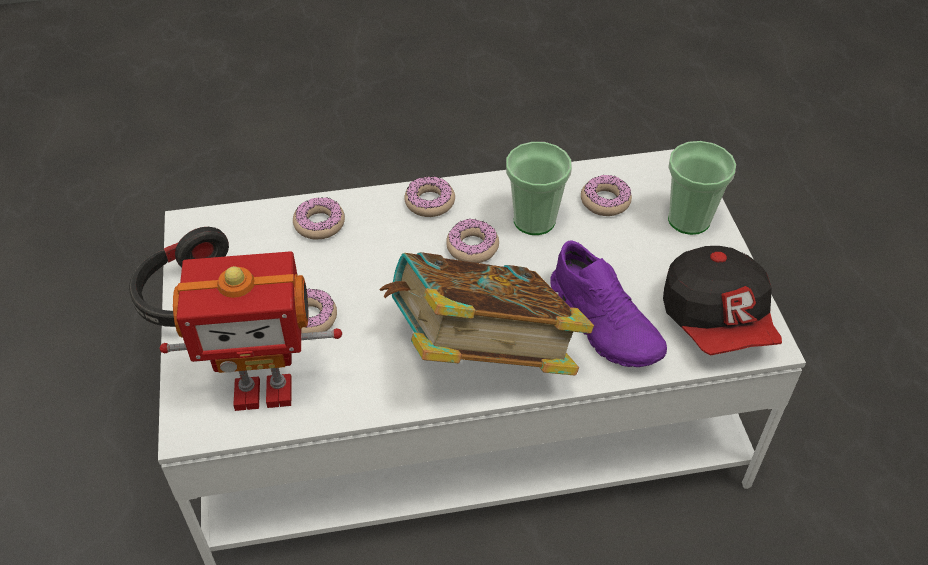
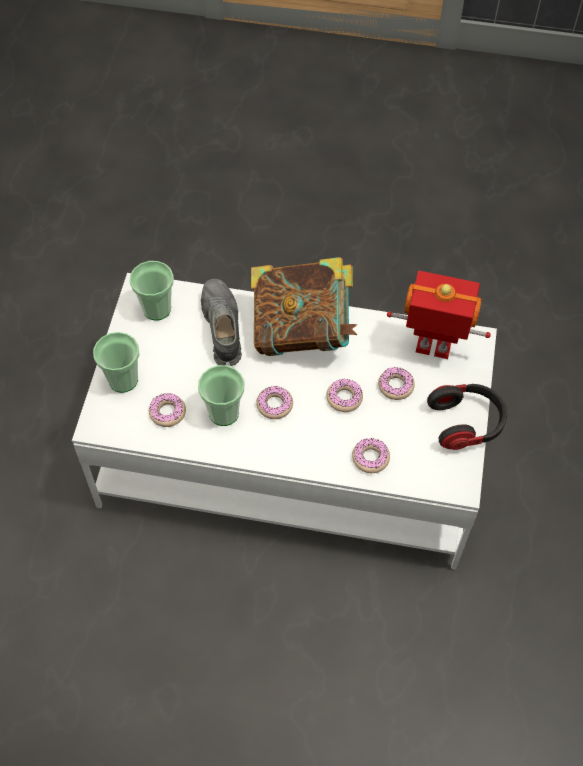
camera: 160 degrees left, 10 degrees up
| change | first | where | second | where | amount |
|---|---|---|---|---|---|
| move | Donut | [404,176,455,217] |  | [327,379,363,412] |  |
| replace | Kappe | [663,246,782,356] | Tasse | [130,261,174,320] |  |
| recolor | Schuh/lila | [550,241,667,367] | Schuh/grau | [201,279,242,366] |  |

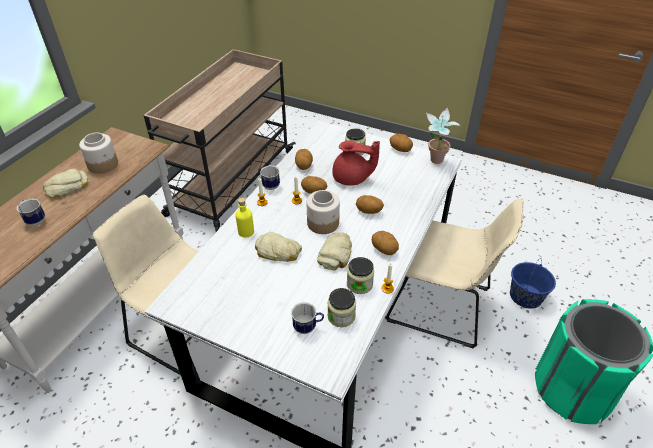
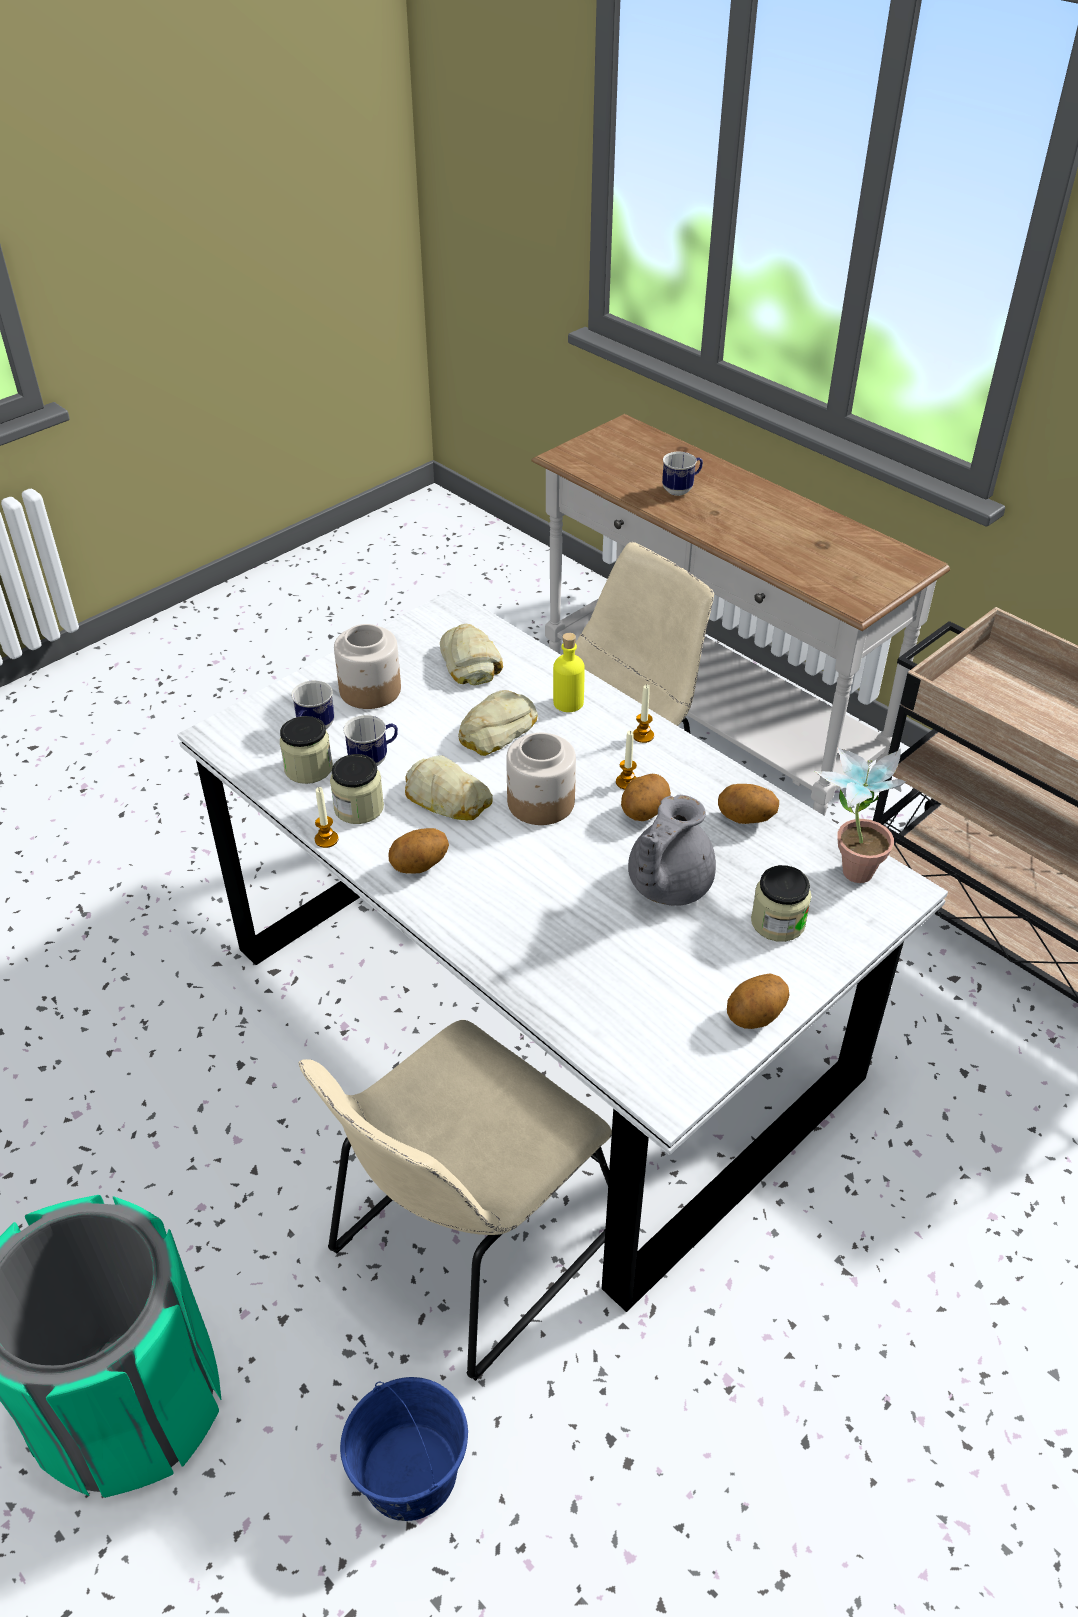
camera: 110 degrees right, 0 degrees up
| change | first | where | second | where | amount |
|---|---|---|---|---|---|
| delete | Kartoffel | [356,195,384,214] |  |  |  |
| move | Brot | [42,168,89,199] |  | [440,624,503,685] |  |
| move | Vorratsglas | [79,133,118,174] |  | [334,624,401,709] |  |
| move | Henkelbecher | [260,165,280,190] |  | [343,715,398,766] |  |
| move | Topfpflanze | [426,108,461,164] |  | [815,747,906,883] |  |
| recolor | Teekanne/rot | [332,141,380,186] | Teekanne/grau | [628,795,716,906] |  |

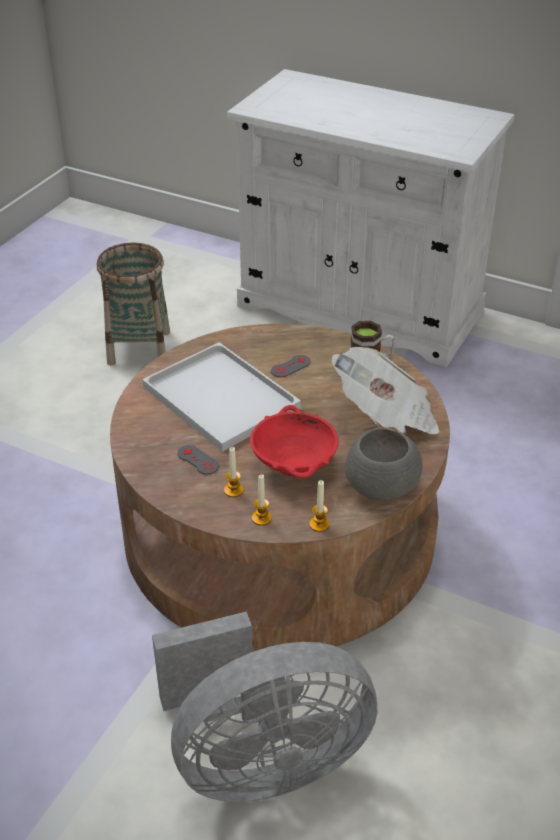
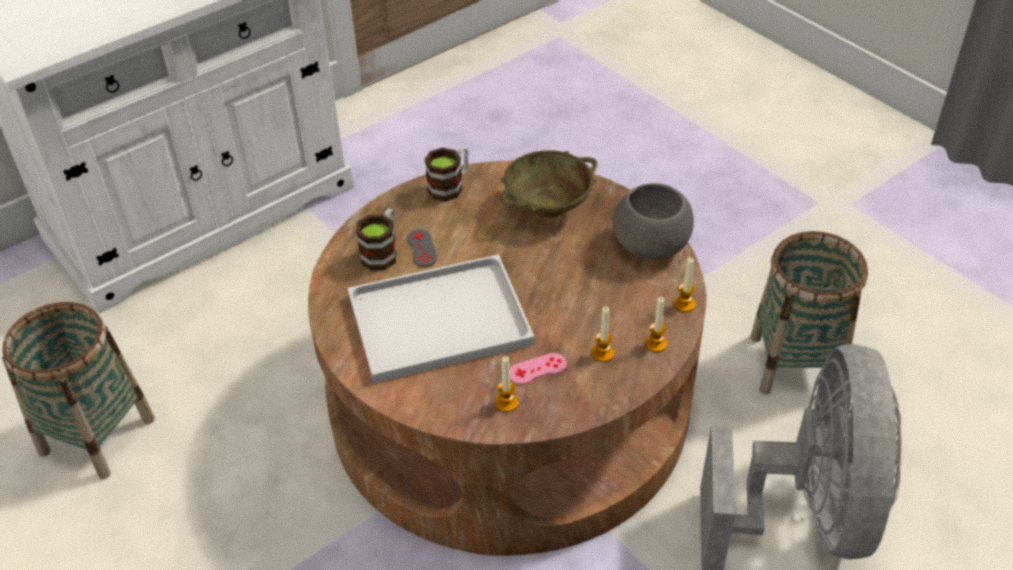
camera: 65 degrees left, 5 degrees up
| change | first | where | second | where | amount |
|---|---|---|---|---|---|
| delete | Schüssel/rot | [250,405,339,478] |  |  |  |
| insert |  |  | Henkelbecher | [356,209,397,271] |  |
| insert |  |  | Kerze | [495,356,519,412] |  |
| insert |  |  | Korb | [750,231,868,395] |  |
| replace | Zeitung | [332,347,440,434] | Schüssel/beige | [500,151,597,218] |  |
| recolor | Gamepad/grau | [177,445,219,475] | Gamepad/rosa | [510,353,567,384] |  |

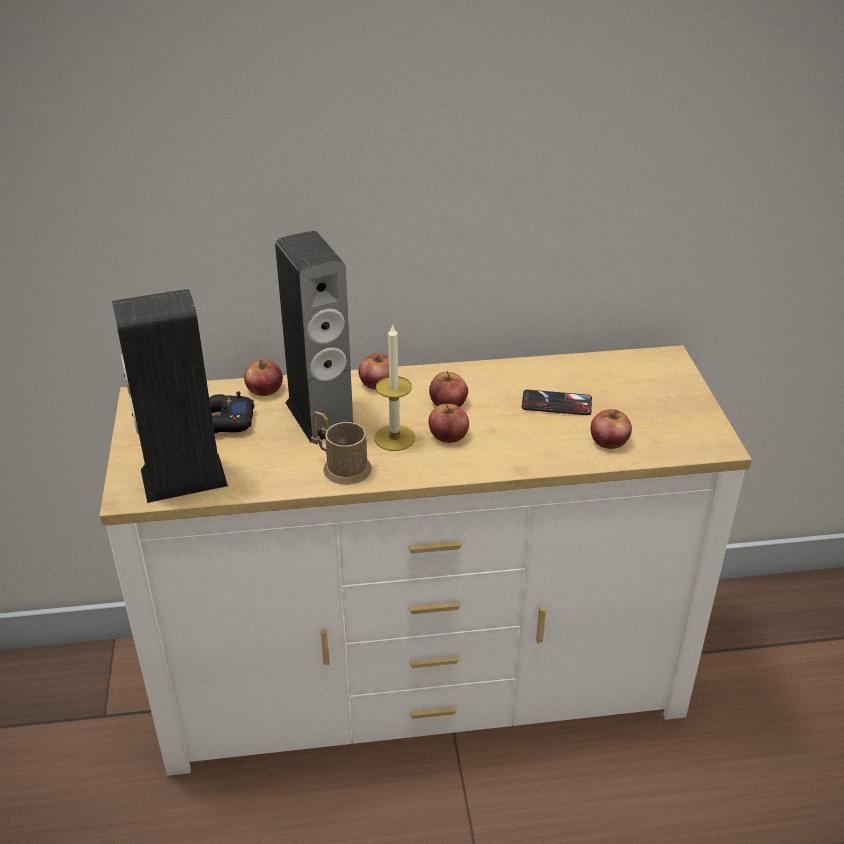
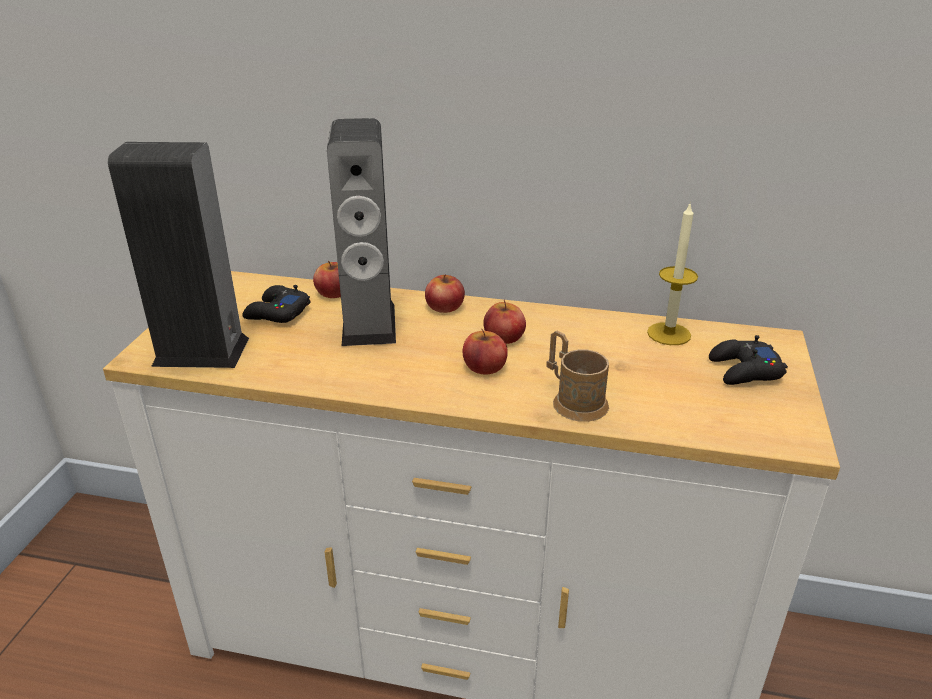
camera: 20 degrees right, 5 degrees down
| change | first | where | second | where | amount |
|---|---|---|---|---|---|
| delete | Handy | [522,390,592,415] |  |  |  |
| delete | Apfel | [591,409,632,449] |  |  |  |
| insert |  |  | Gamepad/schwarz | [709,335,788,385] |  |
| move | Henkelbecher/braun | [311,411,372,485] |  | [546,331,609,422] |  |
| move | Kerze | [374,324,415,451] |  | [647,202,698,345] |  |

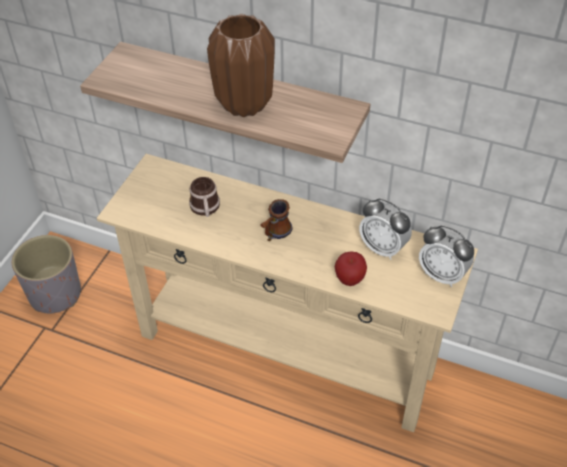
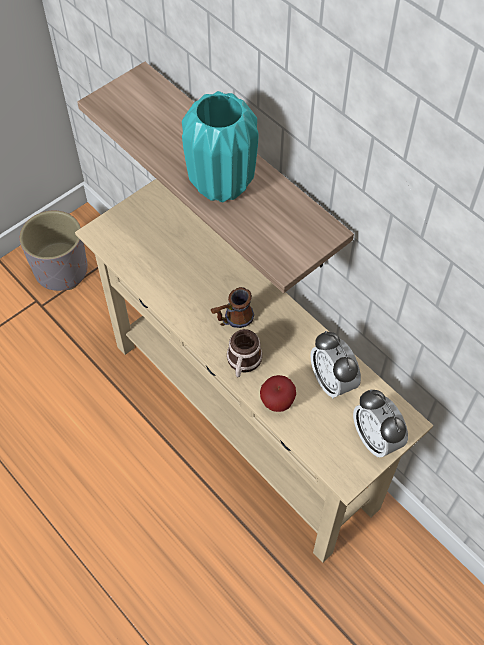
camera: 25 degrees right, 10 degrees up
| change | first | where | second | where | amount |
|---|---|---|---|---|---|
| move | Henkelbecher | [189,177,220,217] |  | [227,329,263,377] |  |
| recolor | Vase/braun | [207,14,275,117] | Vase/türkis | [182,91,259,203] |  |

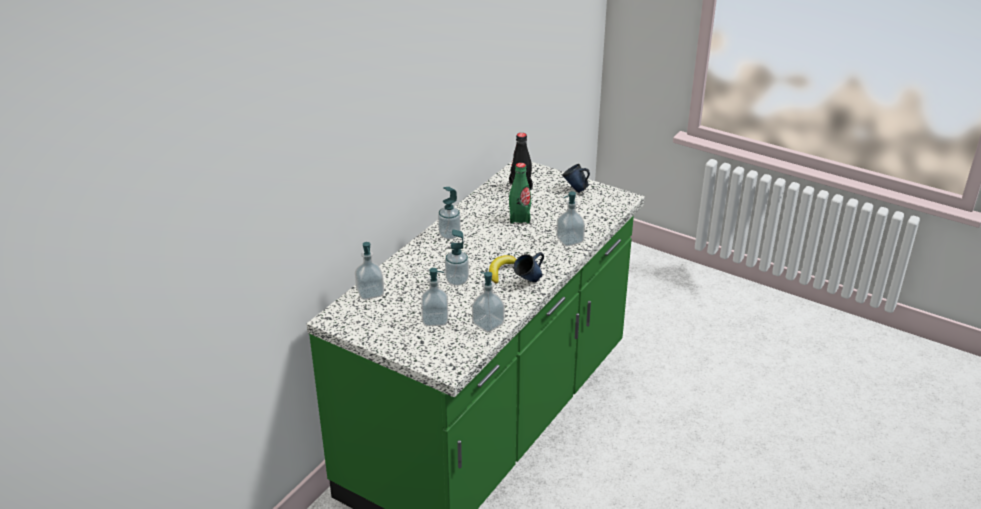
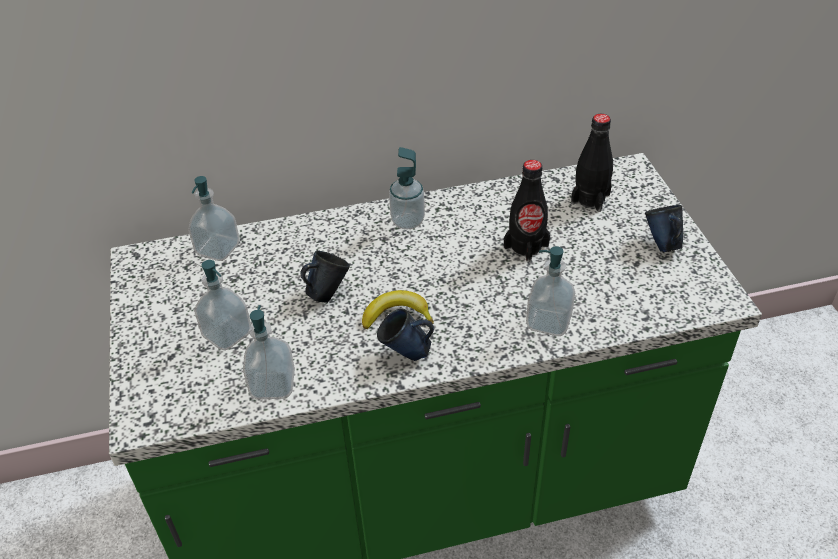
camera: 45 degrees right, 10 degrees up
| change | first | where | second | where | amount |
|---|---|---|---|---|---|
| replace | Seifenspender | [445,229,469,286] | Henkelbecher/blau | [300,251,350,303] |  |
| recolor | Flasche/grün | [509,163,531,224] | Flasche/schwarz | [504,160,550,262] |  |

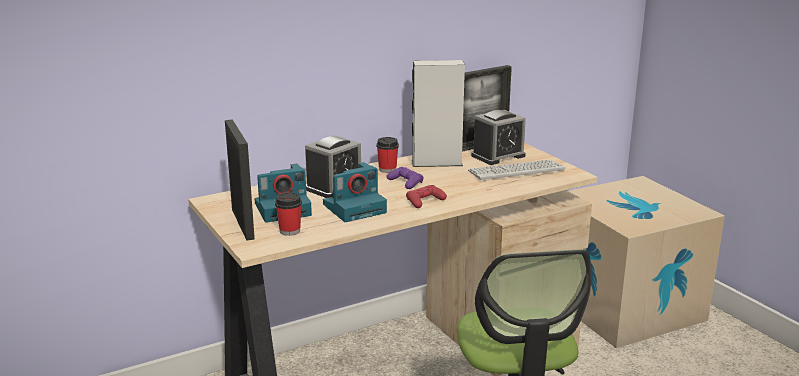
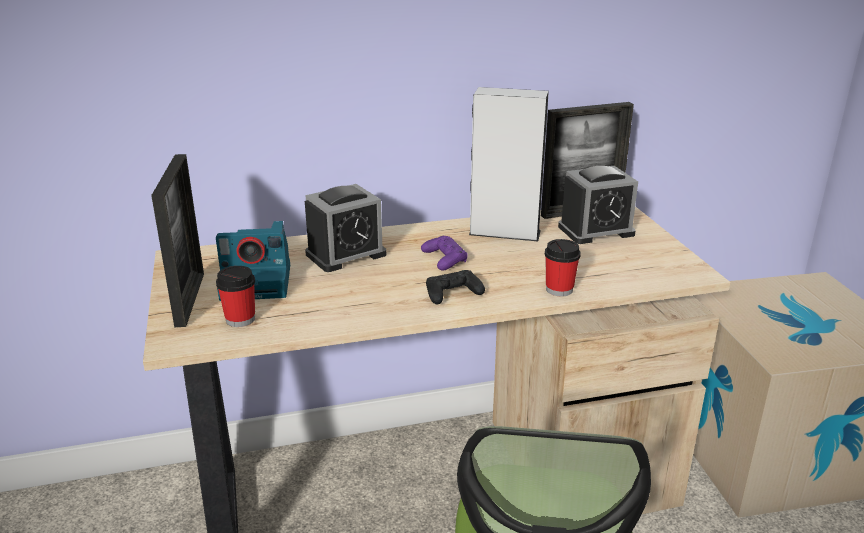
camera: 15 degrees right, 5 degrees up
| change | first | where | second | where | amount |
|---|---|---|---|---|---|
| delete | Kamera | [323,162,387,222] |  |  |  |
| delete | Tastatur | [468,159,565,181] |  |  |  |
| move | Tasse | [376,137,399,173] |  | [545,239,581,296] |  |
| recolor | Gamepad/rot | [406,185,447,208] | Gamepad/schwarz | [426,270,485,304] |  |

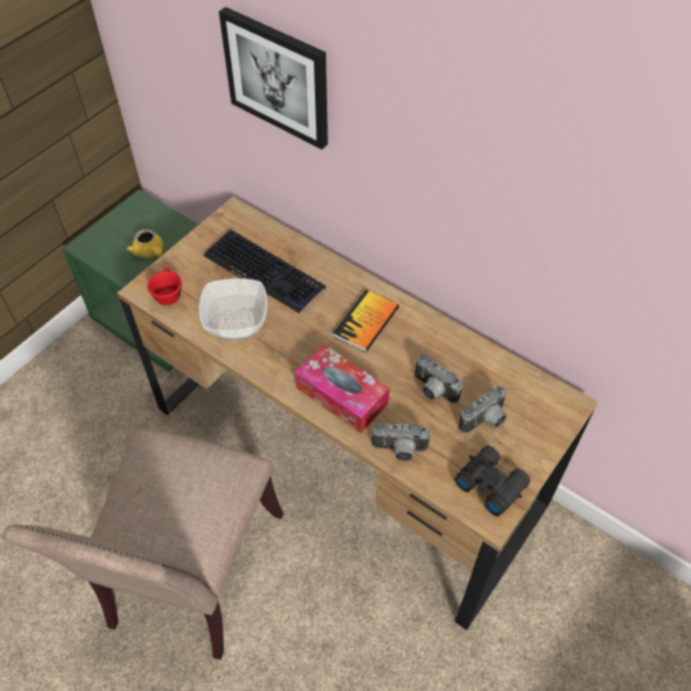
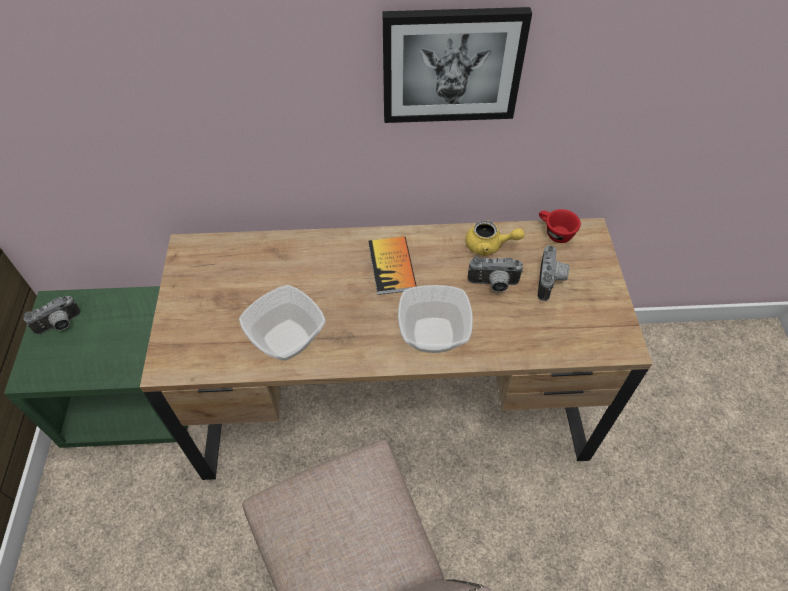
camera: 40 degrees left, 0 degrees up
| change | first | where | second | where | amount |
|---|---|---|---|---|---|
| delete | Tastatur | [203,229,326,313] |  |  |  |
| delete | Fernglas/schwarz | [455,446,531,516] |  |  |  |
| move | Teekanne/gelb | [127,229,163,258] |  | [465,220,524,256] |  |
| move | Tasse/rot | [147,267,182,305] |  | [539,209,581,243] |  |
| move | Bild | [219,7,328,149] |  | [382,7,532,123] |  |
| move | Kamera | [371,422,431,461] |  | [24,296,81,335] |  |
| replace | Taschentuchbox | [295,344,390,433] | Schüssel | [398,285,473,353] |  |

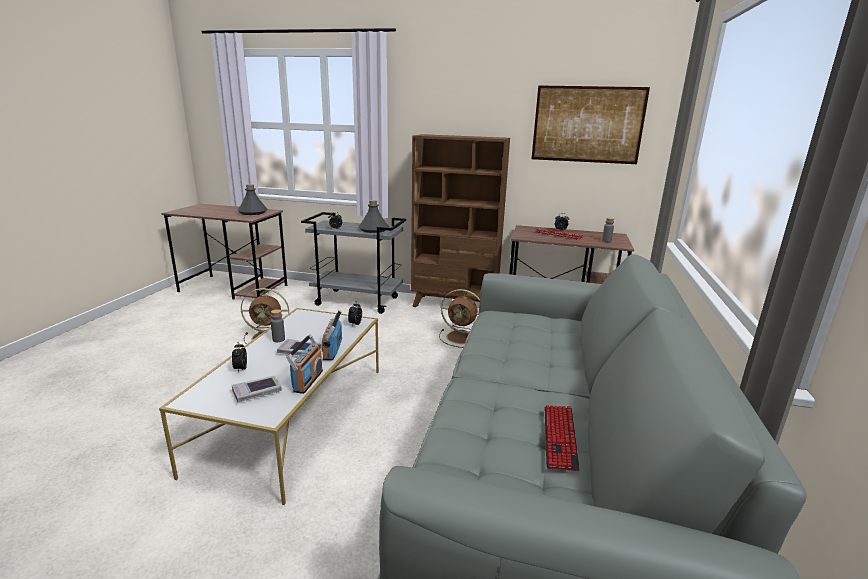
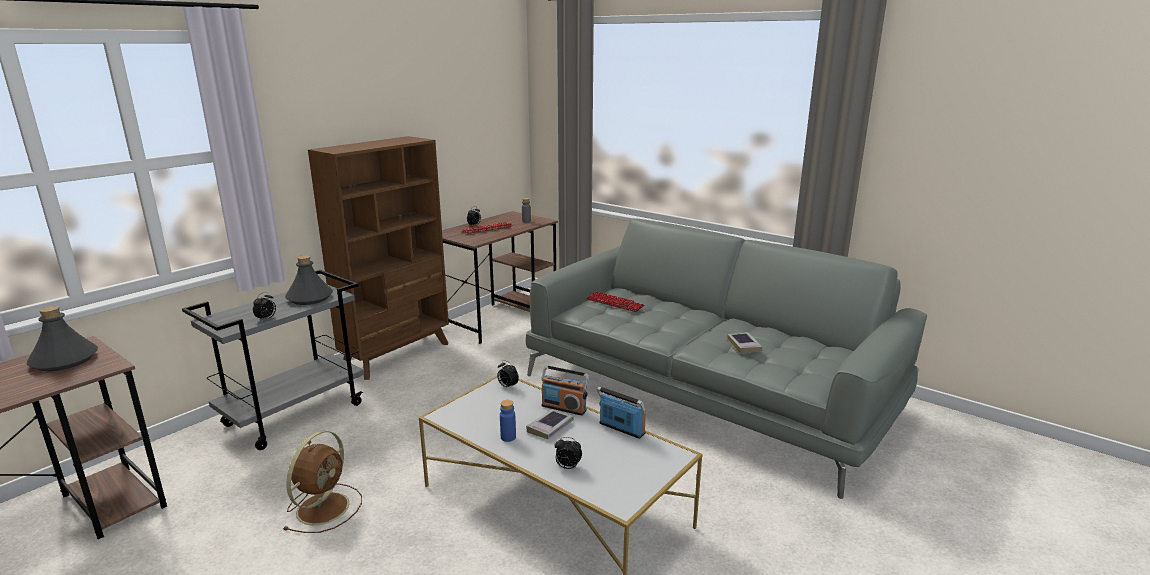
camera: 65 degrees left, 0 degrees up
| change | first | where | second | where | amount |
|---|---|---|---|---|---|
| delete | Ventilator/braun | [439,289,480,348] |  |  |  |
| delete | Bild | [532,85,650,164] |  |  |  |
| move | Buch | [232,376,282,402] |  | [728,332,763,354] |  |
| move | Tastatur | [544,405,580,471] |  | [586,291,645,312] |  |
| recolor | Flasche/grau | [271,309,285,342] | Flasche/blau | [500,400,516,442] |  |

